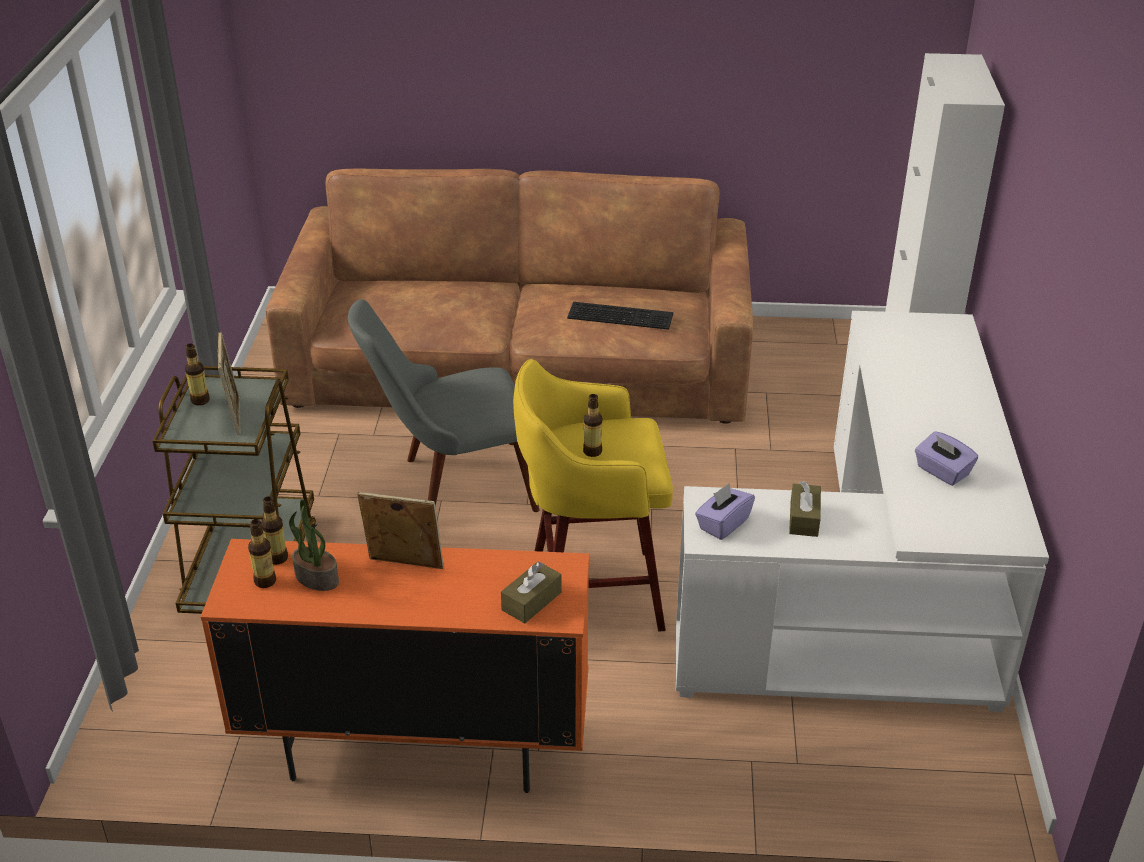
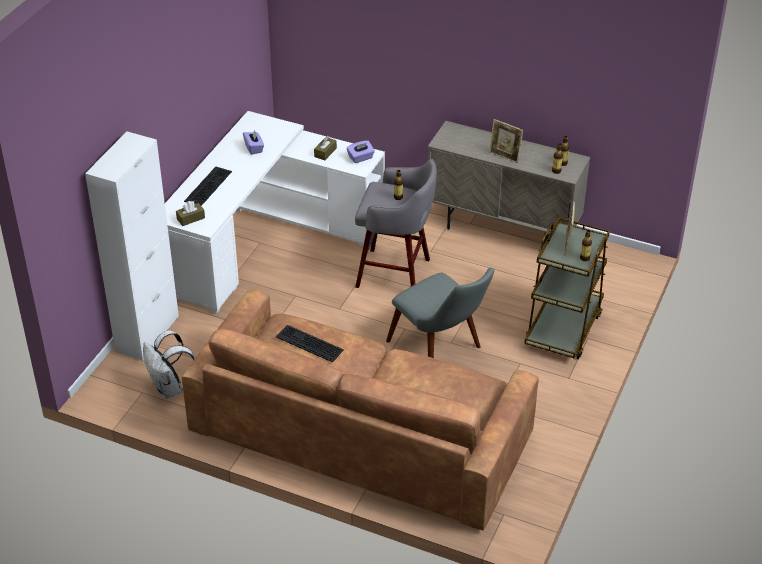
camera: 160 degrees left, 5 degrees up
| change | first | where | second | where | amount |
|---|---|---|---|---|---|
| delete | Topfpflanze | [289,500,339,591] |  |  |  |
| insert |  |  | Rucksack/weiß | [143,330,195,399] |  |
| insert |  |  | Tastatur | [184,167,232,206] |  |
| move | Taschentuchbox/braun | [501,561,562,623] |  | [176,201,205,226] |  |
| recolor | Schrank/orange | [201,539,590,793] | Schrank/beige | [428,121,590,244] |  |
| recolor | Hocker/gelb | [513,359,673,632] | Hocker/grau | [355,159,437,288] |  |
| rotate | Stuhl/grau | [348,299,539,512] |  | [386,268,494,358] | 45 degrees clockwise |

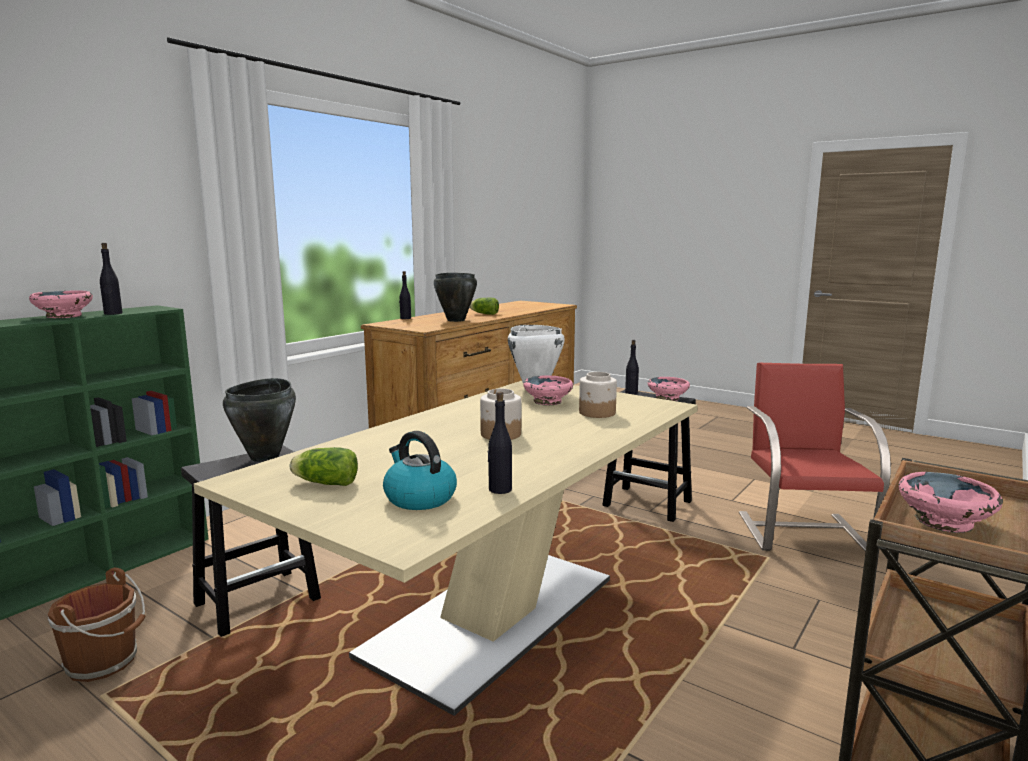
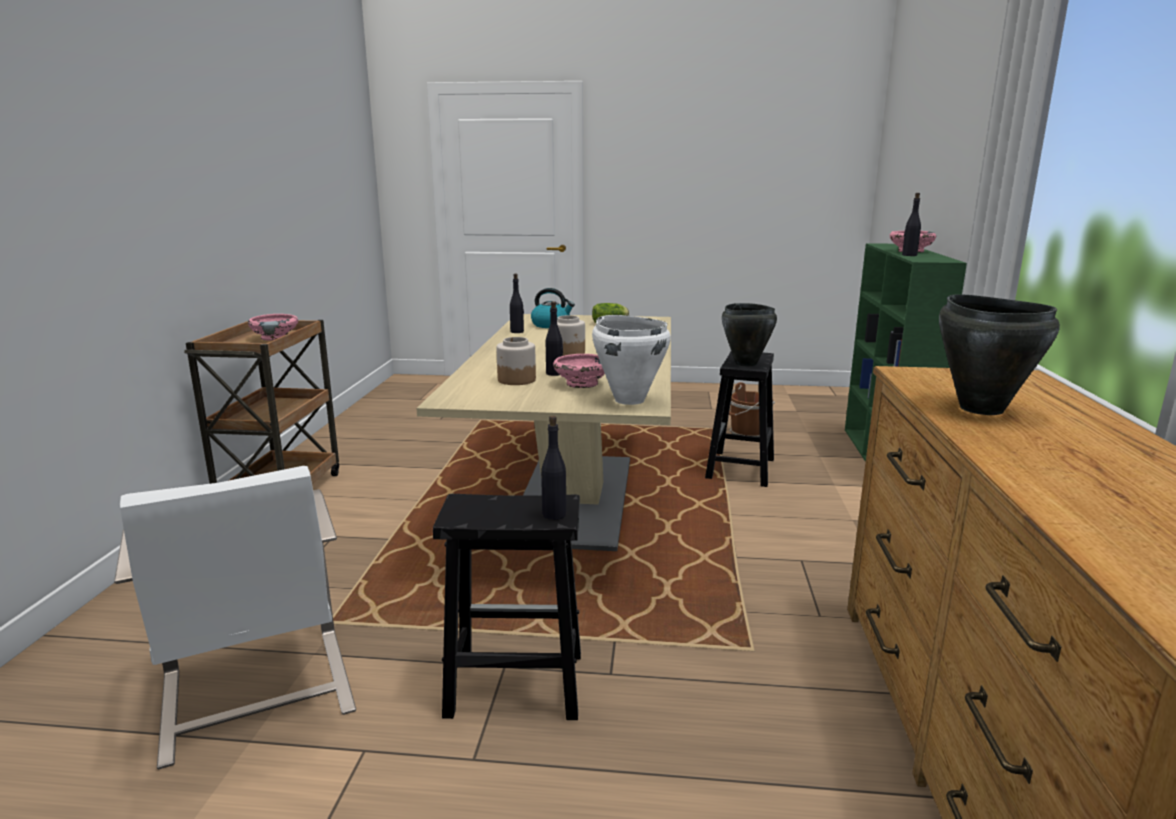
camera: 150 degrees right, 5 degrees up
| change | first | where | second | where | amount |
|---|---|---|---|---|---|
| delete | Salatkopf | [470,298,499,315] |  |  |  |
| delete | Schüssel/rosa | [648,377,690,401] |  |  |  |
| move | Flasche/schwarz | [399,271,411,319] |  | [546,301,563,376] |  |
| recolor | Stuhl/rot | [739,363,891,552] | Stuhl/weiß | [114,466,356,769] |  |

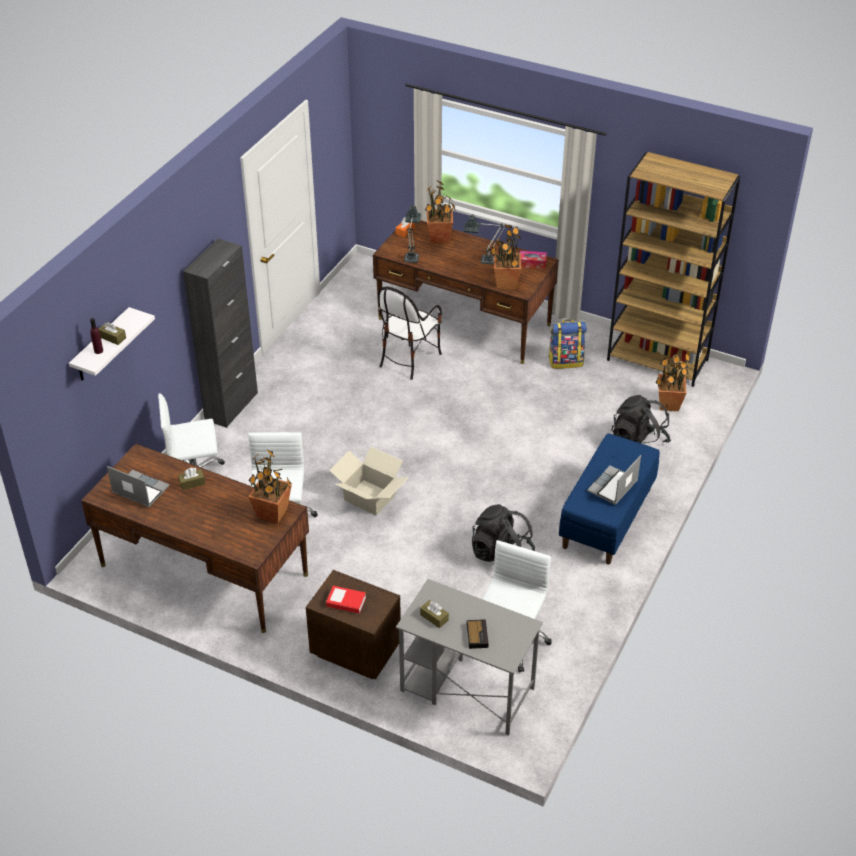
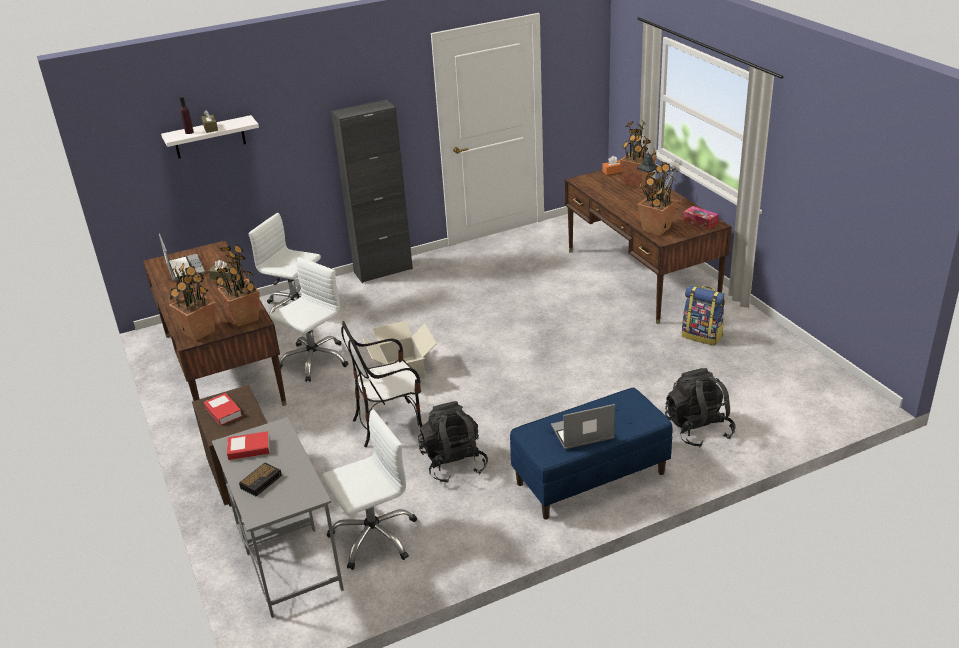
camera: 40 degrees right, 10 degrees down
| change | first | where | second | where | amount |
|---|---|---|---|---|---|
| delete | Tischlampe | [404,205,421,263] |  |  |  |
| delete | Bücherregal/braun | [607,152,741,387] |  |  |  |
| move | Stuhl | [378,287,442,380] |  | [341,321,423,447] |  |
| move | Topfpflanze | [655,354,691,411] |  | [169,263,215,341] |  |
| replace | Taschentuchbox/braun | [420,600,449,628] | Buch | [227,431,270,460] |  |

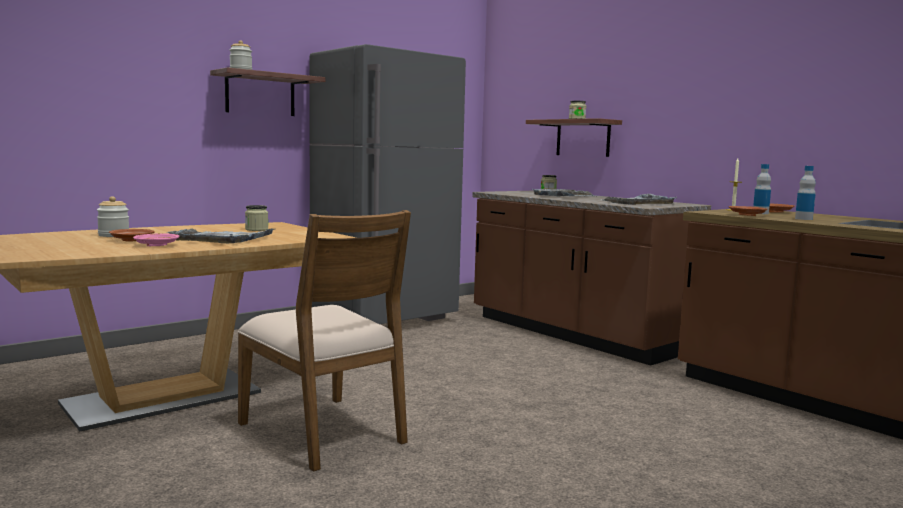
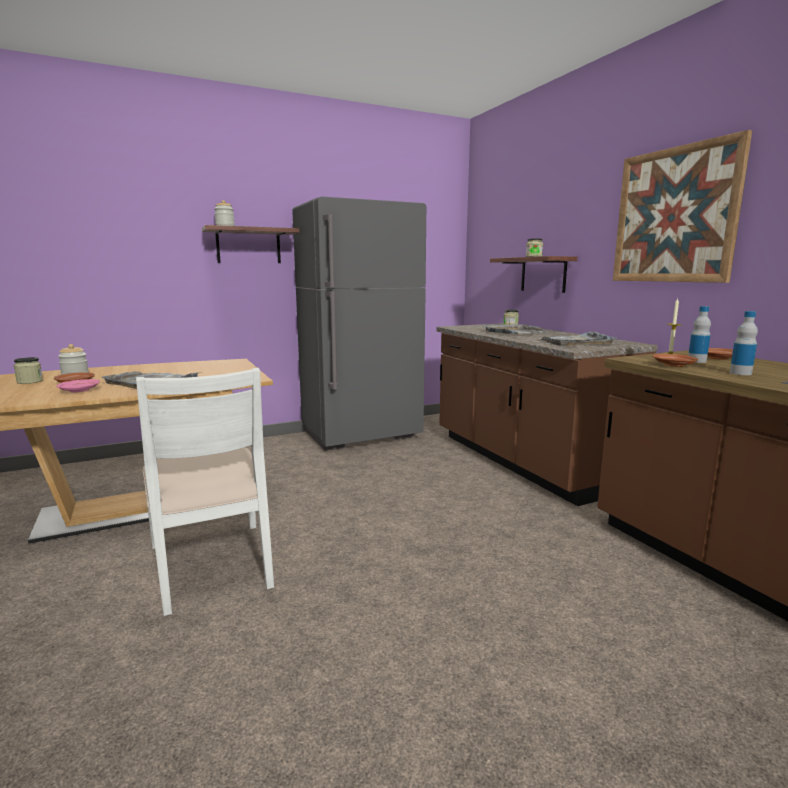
camera: 15 degrees right, 5 degrees up
| change | first | where | second | where | amount |
|---|---|---|---|---|---|
| insert |  |  | Bild | [613,130,752,283] |  |
| move | Vorratsglas | [245,205,268,231] |  | [14,357,43,384] |  |
| recolor | Stuhl/braun | [238,210,411,472] | Stuhl/weiß | [136,368,274,616] |  |

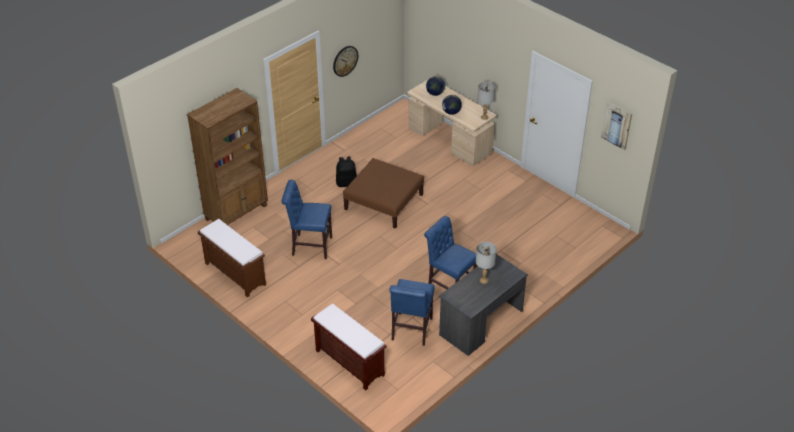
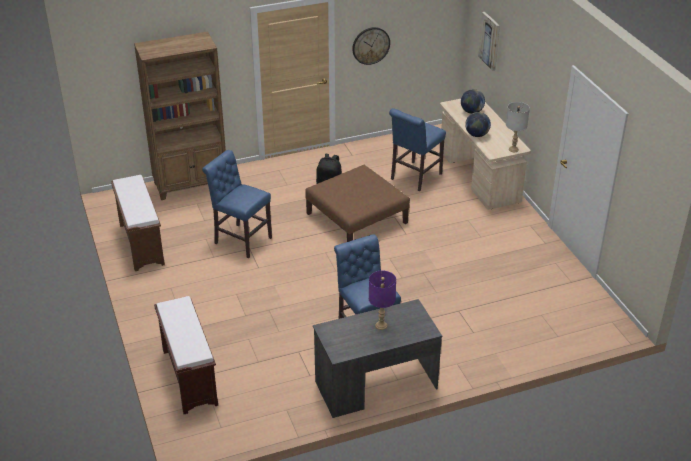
camera: 25 degrees right, 5 degrees down
| change | first | where | second | where | amount |
|---|---|---|---|---|---|
| move | Stuhl/blau | [390,279,434,346] |  | [389,108,446,192] |  |
| move | Bild | [601,102,632,150] |  | [478,12,500,71] |  |
| recolor | Tischlampe/grau | [476,242,497,284] | Tischlampe/lila | [369,271,396,330] |  |

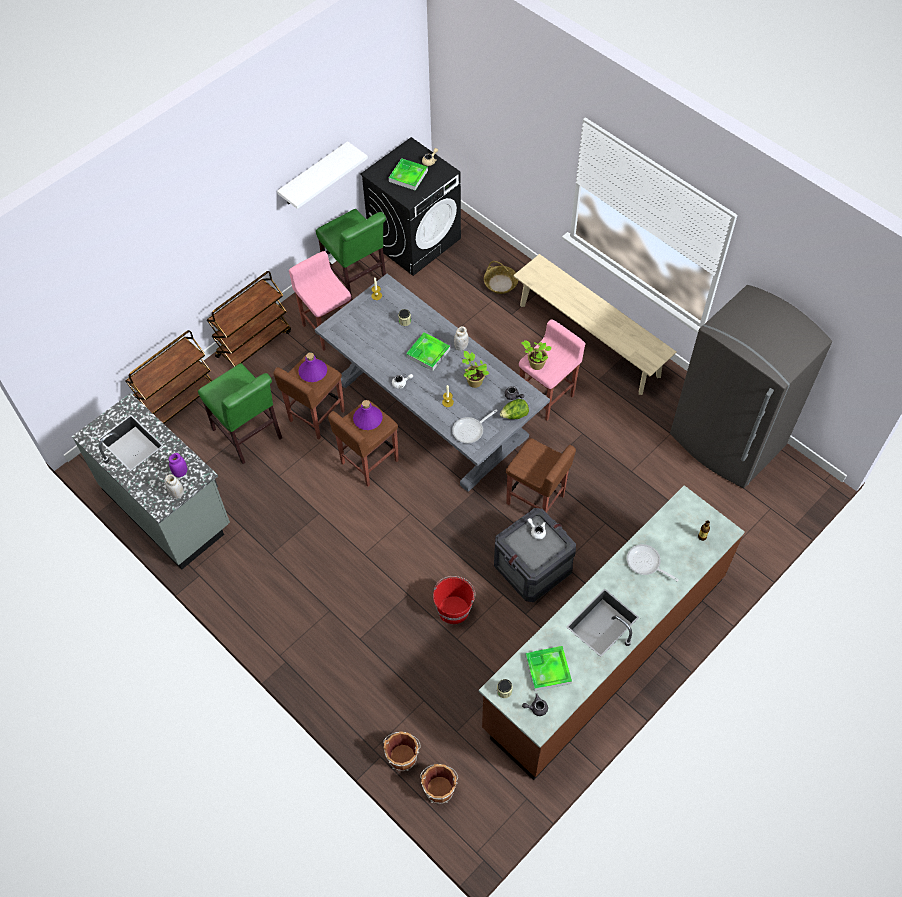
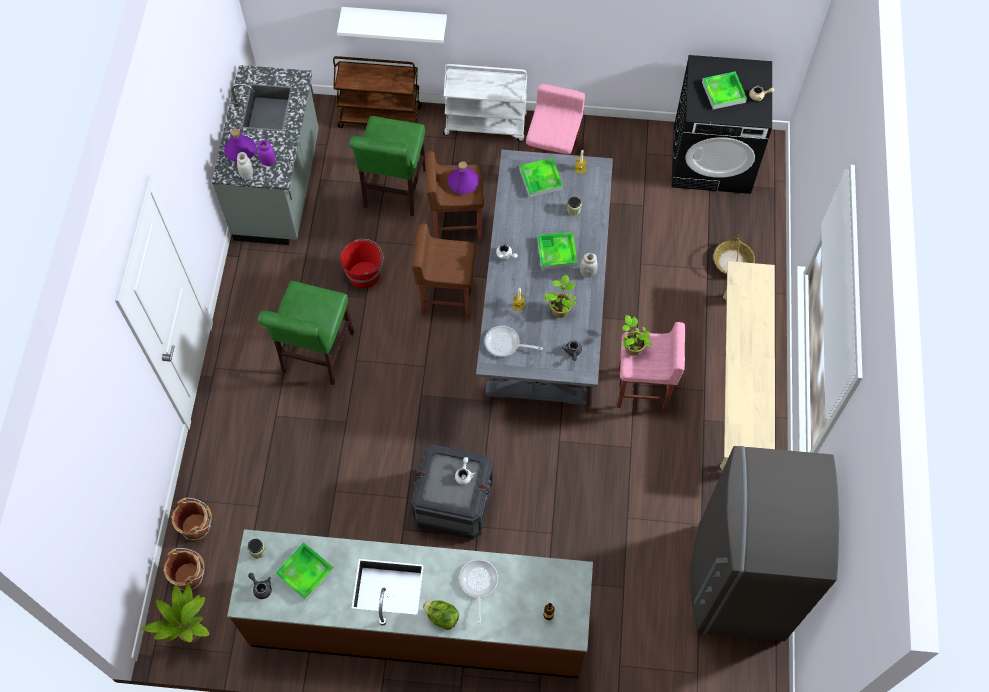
camera: 50 degrees right, 5 degrees up
| change | first | where | second | where | amount |
|---|---|---|---|---|---|
| delete | Hocker/braun | [506,438,576,513] |  |  |  |
| insert |  |  | Topfpflanze | [141,584,209,643] |  |
| insert |  |  | Tablett | [519,158,563,198] |  |
| move | Wandregal/weiß | [277,141,368,209] |  | [337,7,447,43] |  |
| move | Stuhl/grün | [316,209,386,301] |  | [258,281,354,385] |  |
| move | Flasche/lila | [353,400,383,430] |  | [224,129,256,162] |  |
| move | Eimer/rot | [433,576,475,624] |  | [340,239,383,288] |  |
| move | Salatkopf | [500,399,529,419] |  | [423,600,459,630] |  |
| recolor | Rollwagen/braun | [207,271,291,367] | Rollwagen/weiß | [443,64,527,141] |  |

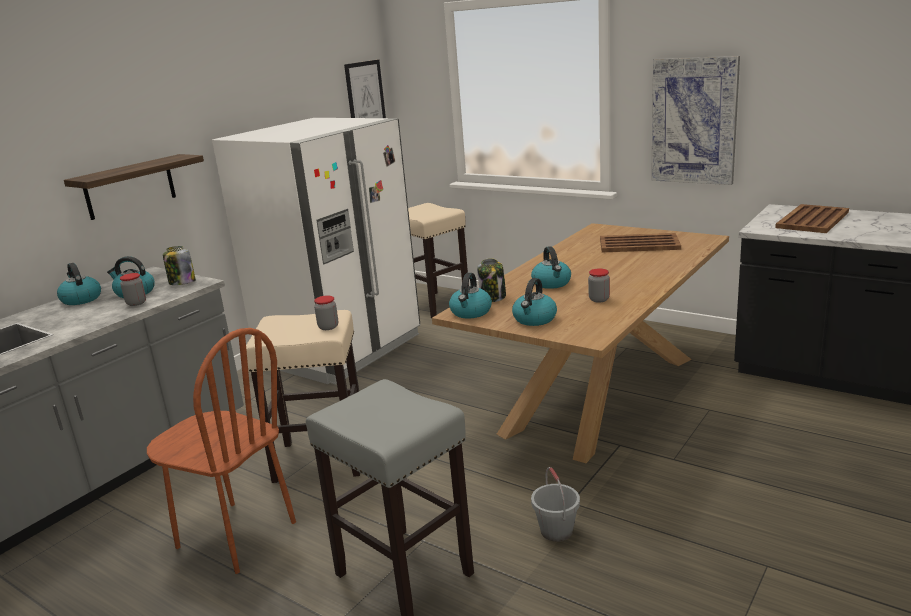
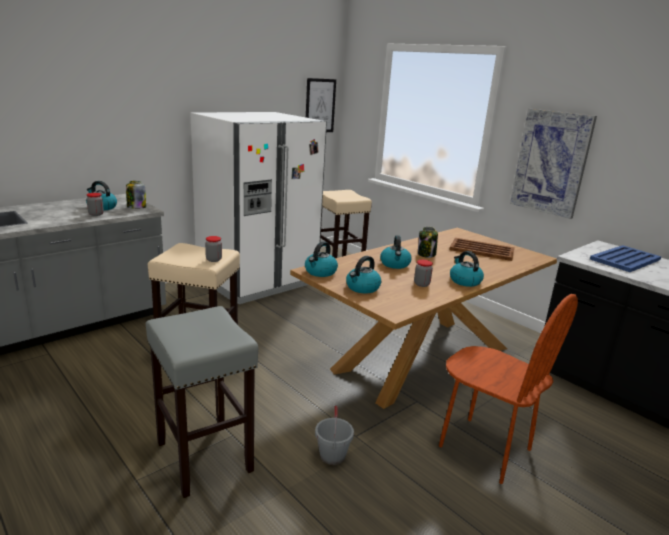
camera: 10 degrees right, 0 degrees up
| change | first | where | second | where | amount |
|---|---|---|---|---|---|
| delete | Wandregal | [64,154,204,220] |  |  |  |
| move | Wasserkessel | [57,263,101,305] |  | [450,251,484,287] |  |
| move | Stuhl/braun | [147,328,296,574] |  | [439,294,578,484] |  |
| move | Vorratsglas | [477,258,506,302] |  | [418,227,438,258] |  |
| recolor | Tablett/braun | [775,204,849,233] | Tablett/blau | [590,245,662,272] |  |

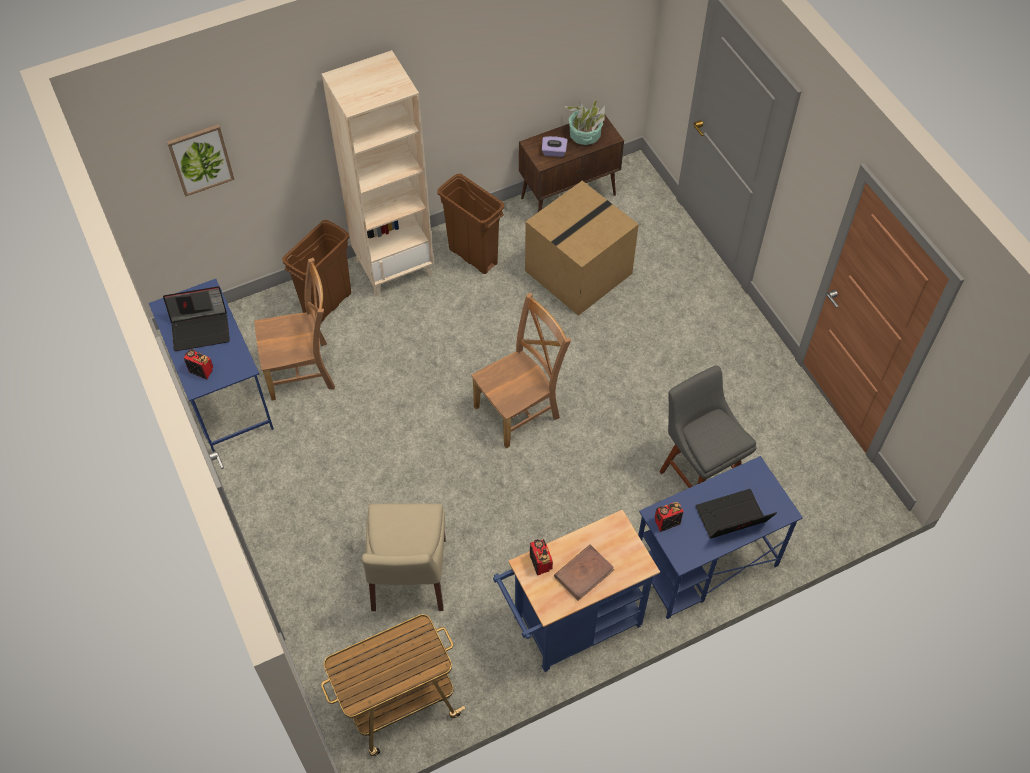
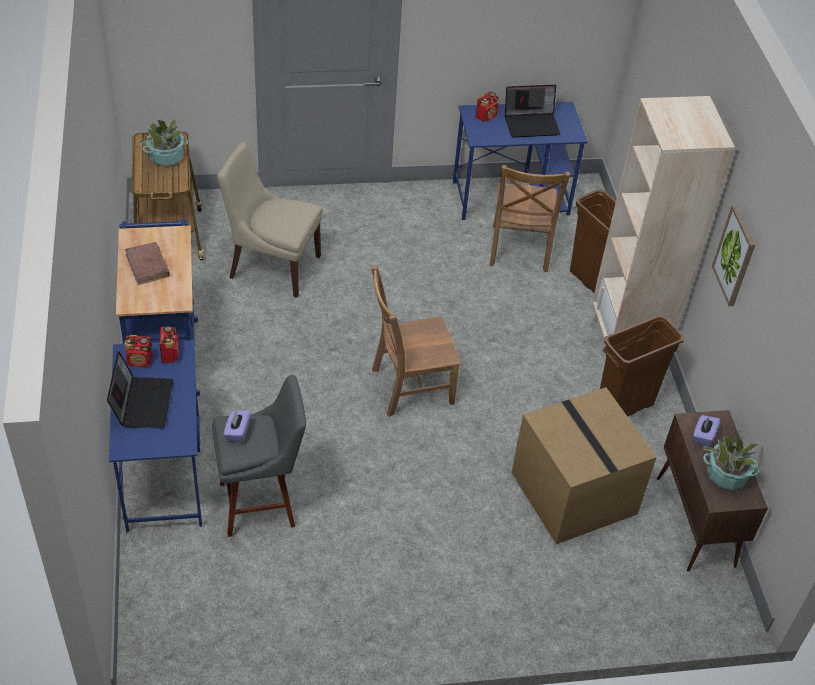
camera: 105 degrees right, 10 degrees down
| change | first | where | second | where | amount |
|---|---|---|---|---|---|
| insert |  |  | Topfpflanze | [138,118,188,166] |  |
| insert |  |  | Taschentuchbox/lila | [224,411,251,443] |  |
| move | Bild | [167,124,235,197] |  | [712,205,755,306] |  |
| move | Radio | [530,539,553,575] |  | [124,335,153,367] |  |
| rotate | Laptop | [163,286,230,351] |  | [505,85,561,138] | 105 degrees counterclockwise |
| rotate | Stuhl/braun | [471,293,571,449] |  | [371,266,461,417] | 90 degrees clockwise |

